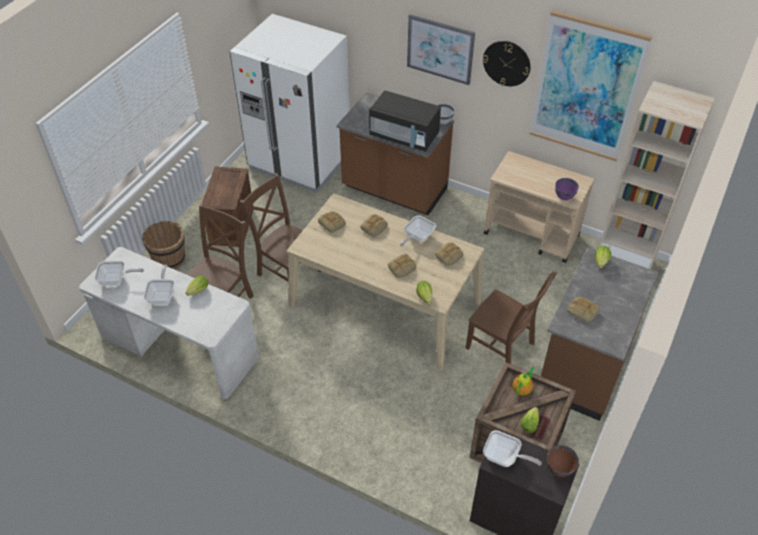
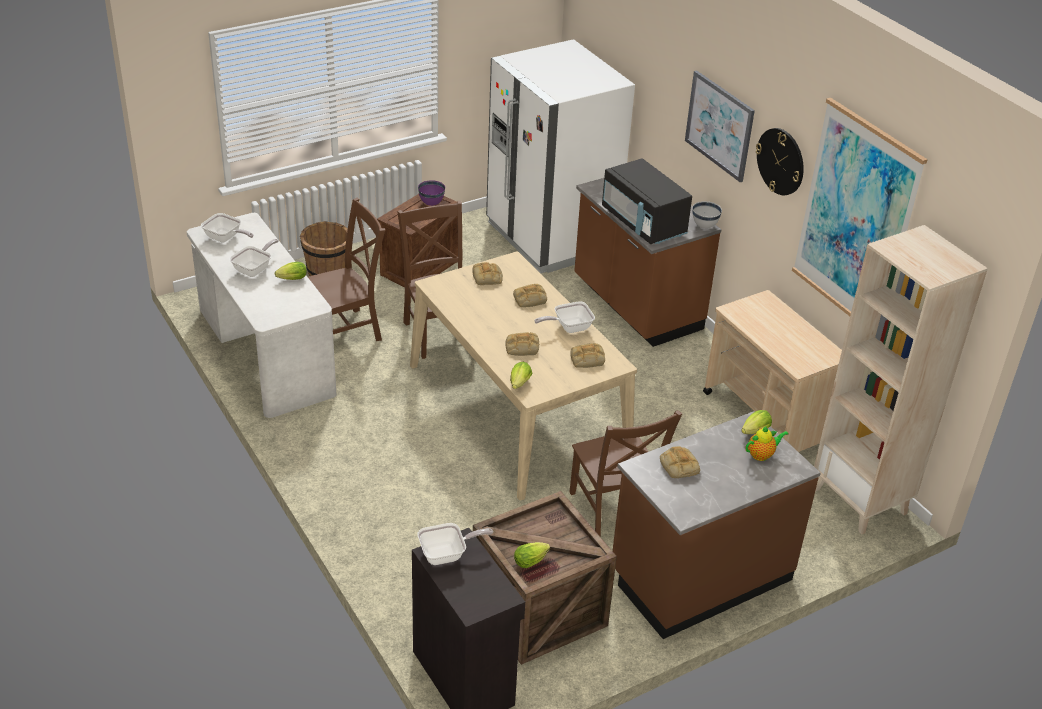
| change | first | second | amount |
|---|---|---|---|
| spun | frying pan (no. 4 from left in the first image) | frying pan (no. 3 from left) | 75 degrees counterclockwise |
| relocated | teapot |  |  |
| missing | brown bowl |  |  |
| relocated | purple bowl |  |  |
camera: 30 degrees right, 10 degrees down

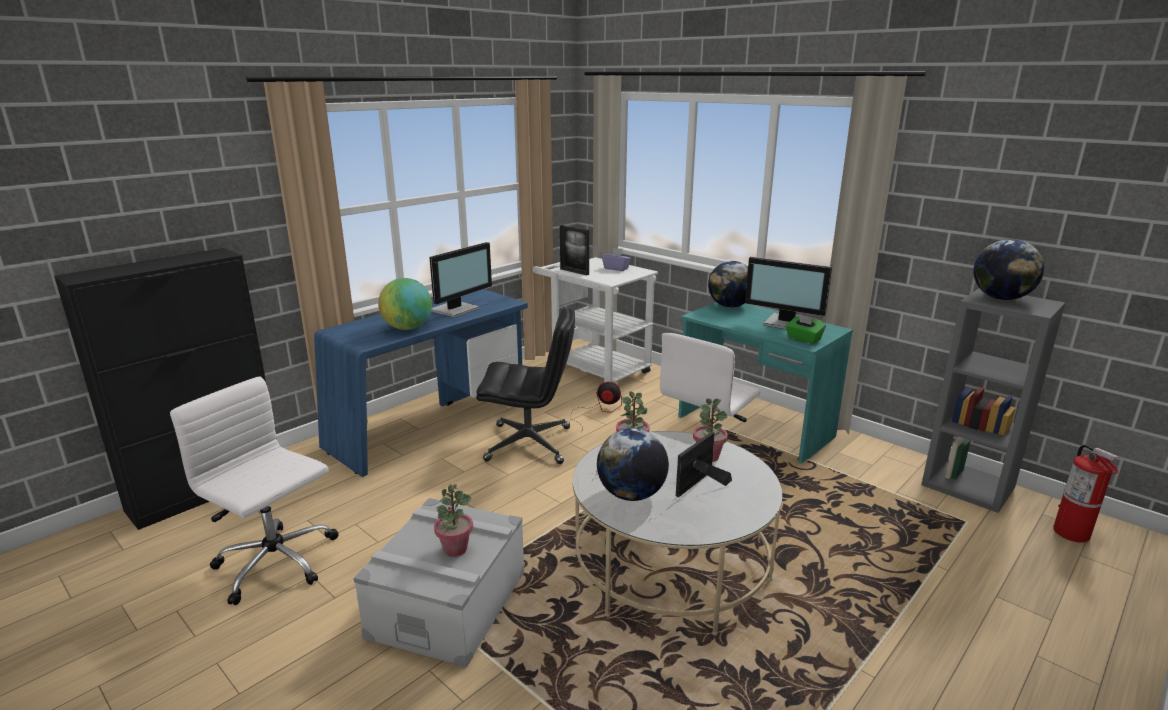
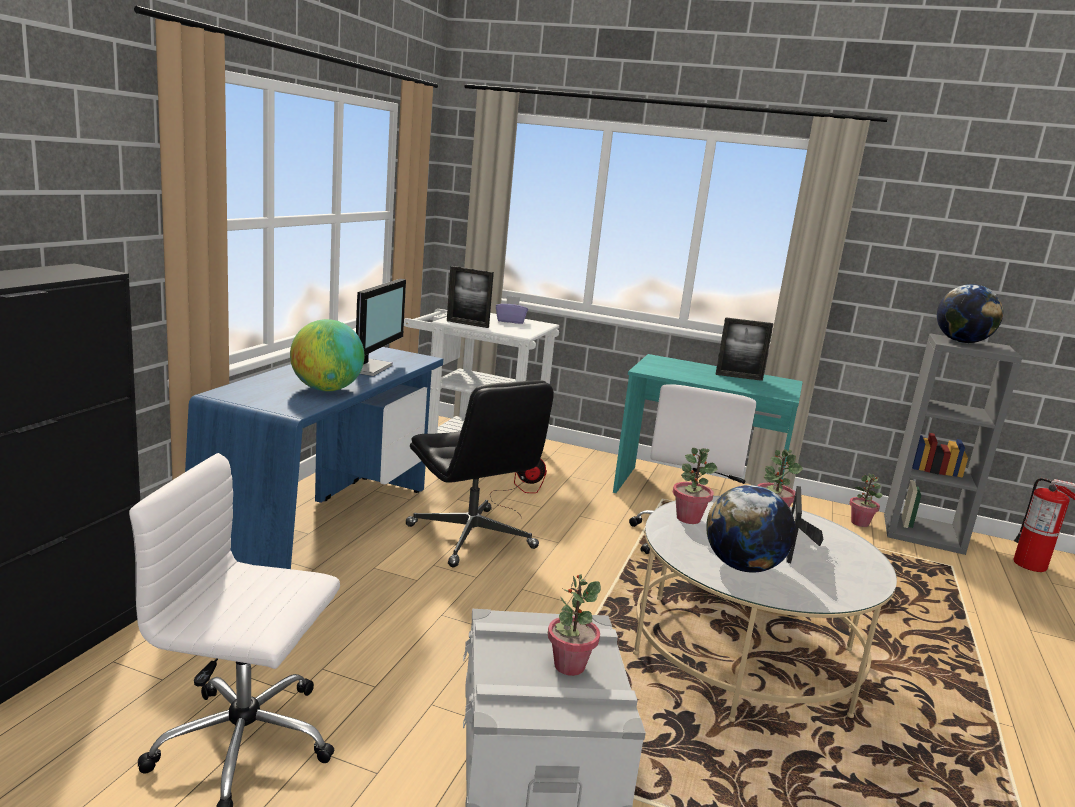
| change | first | second | amount |
|---|---|---|---|
| spun | black office chair |  | 75 degrees clockwise |
| missing | globe (no. 3 from left) |  |  |
| exchanged | monitor (no. 2 from left) | picture frame (no. 2 from left) |  |
| missing | green tissue box |  |  |
| appeared |  | potted plant (no. 4 from left) |  |
camera: 25 degrees left, 5 degrees down

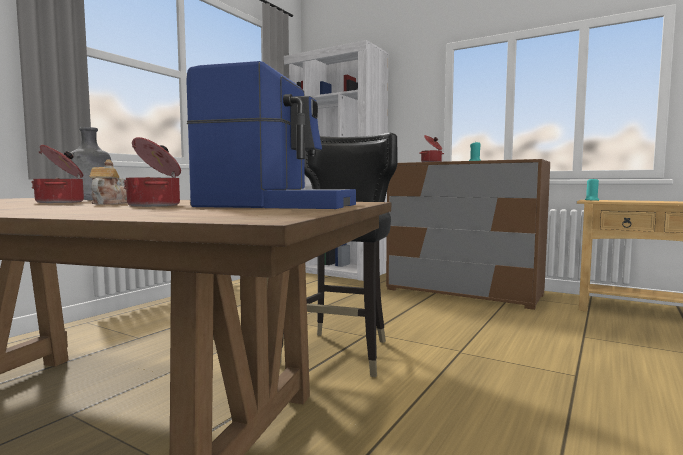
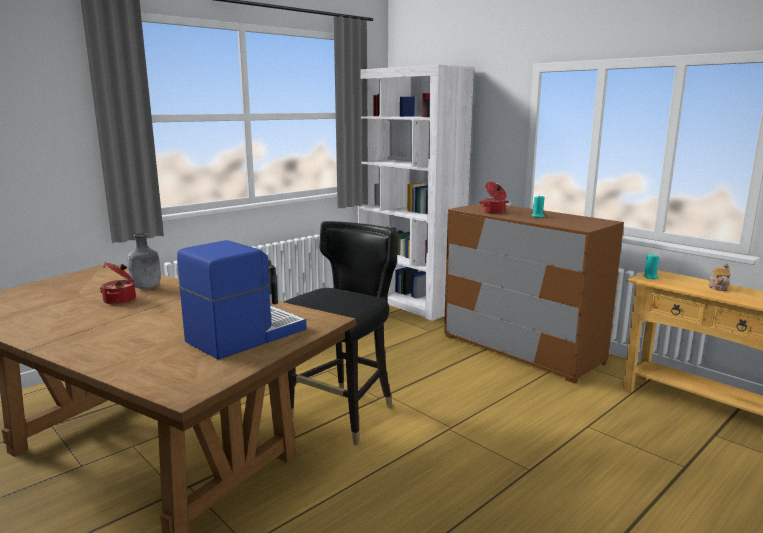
| change | first | second | amount |
|---|---|---|---|
| relocated | teapot |  |  |
| missing | cooking pot (no. 2 from left) |  |  |
| spun | coffee machine |  | 75 degrees counterclockwise |
camera: 15 degrees right, 10 degrees up

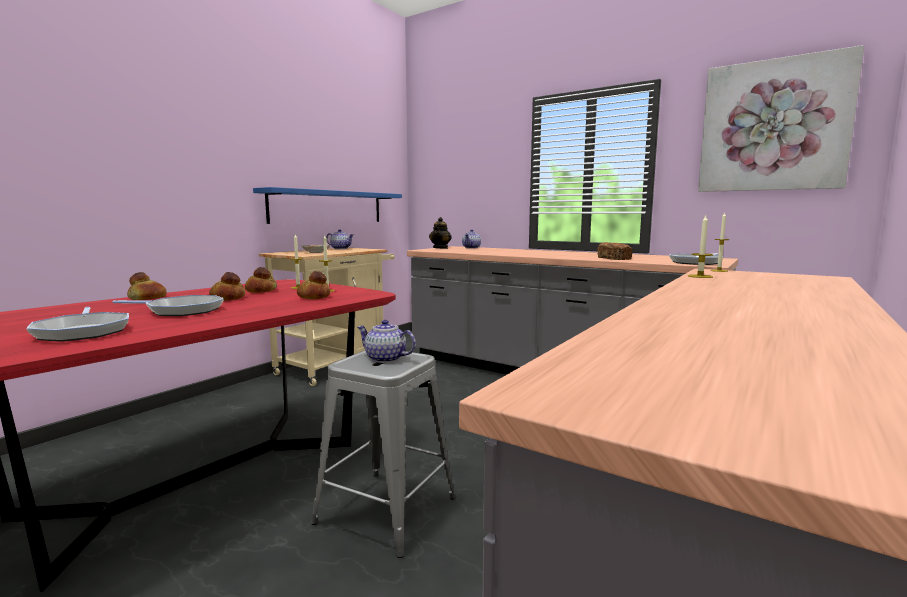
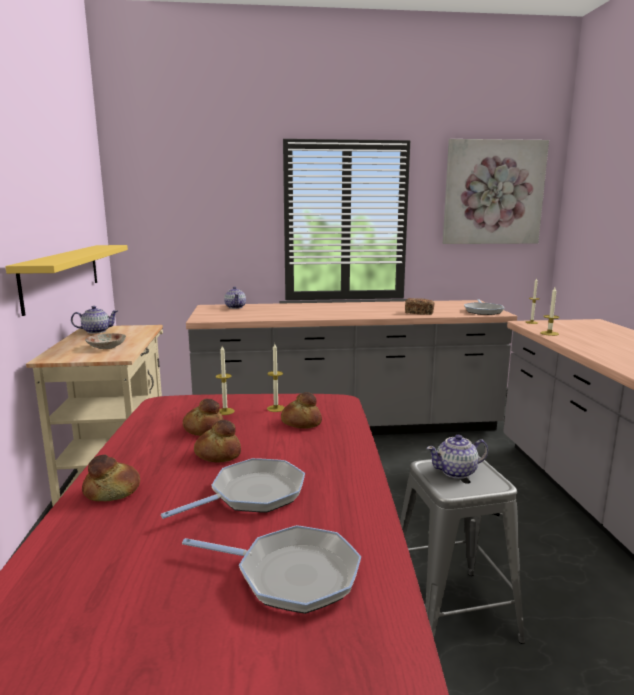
| change | first | second | amount |
|---|---|---|---|
| colour | blue shelf | yellow shelf |  |
| missing | teapot (no. 3 from left) |  |  |
camera: 40 degrees left, 5 degrees up

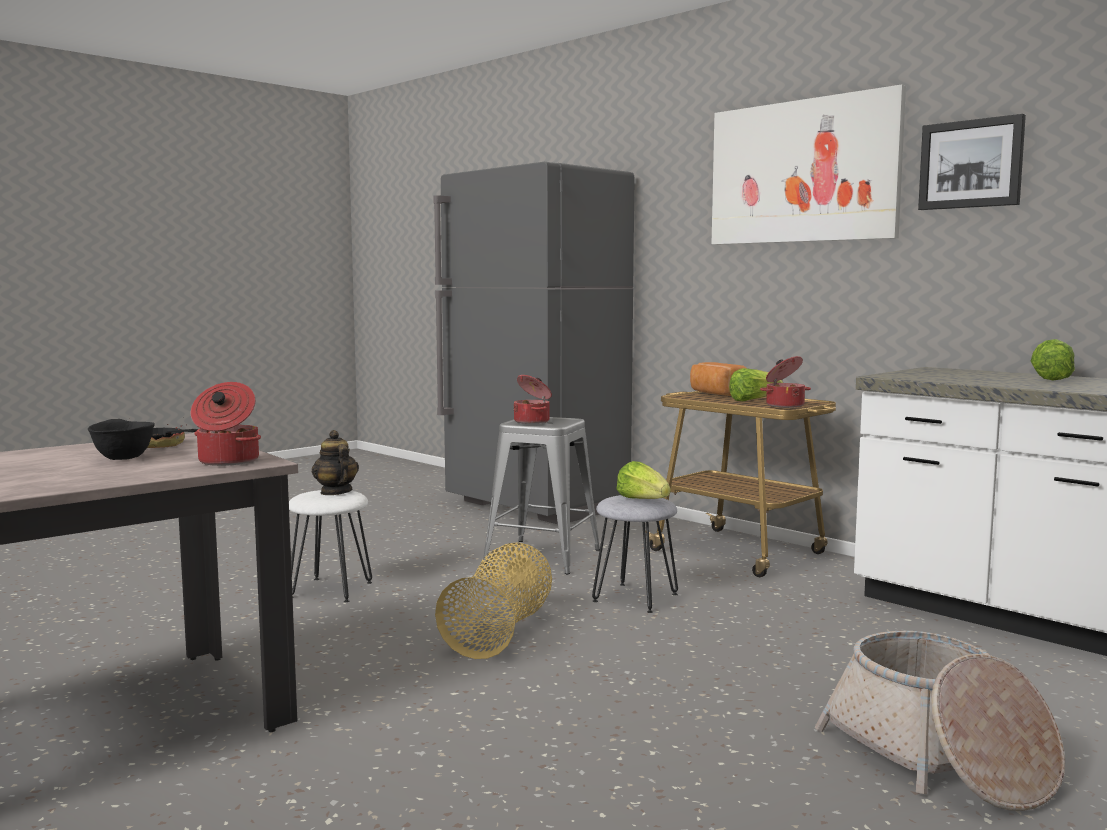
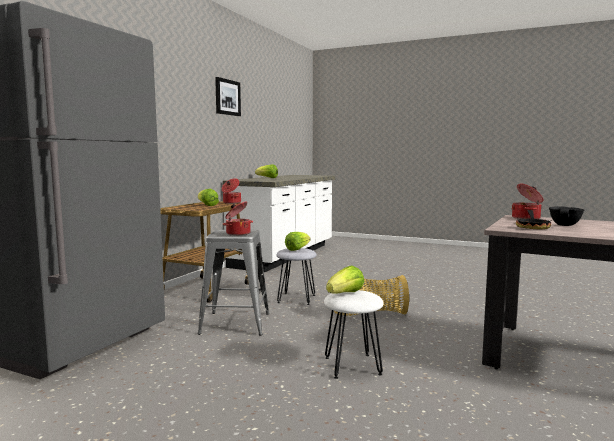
| change | first | second | amount |
|---|---|---|---|
| exchanged | teapot | lettuce (no. 4 from left) |  |
| missing | bread |  |  |
| missing | picture (no. 1 from left) |  |  |
| missing | basket (no. 2 from left) |  |  |
camera: 110 degrees left, 0 degrees up

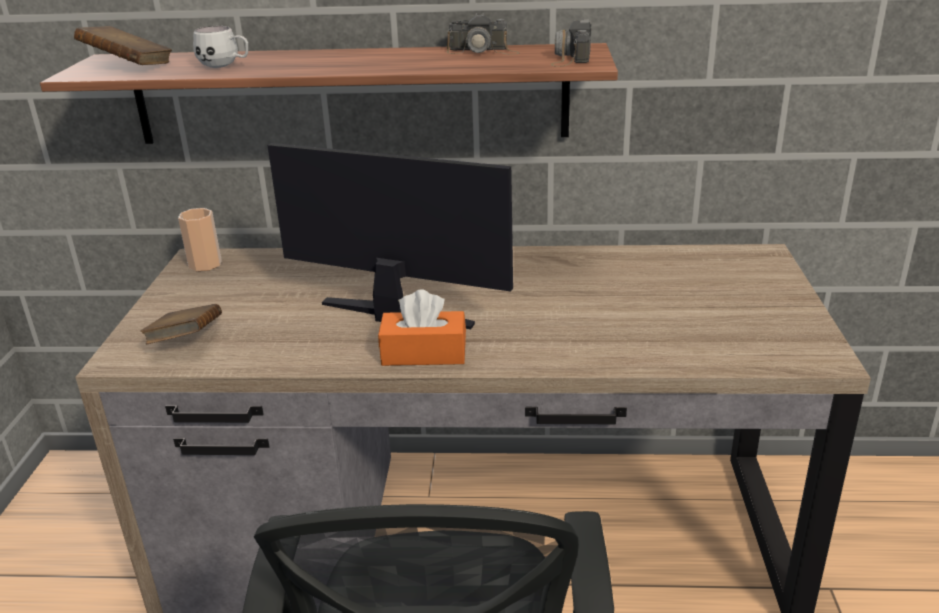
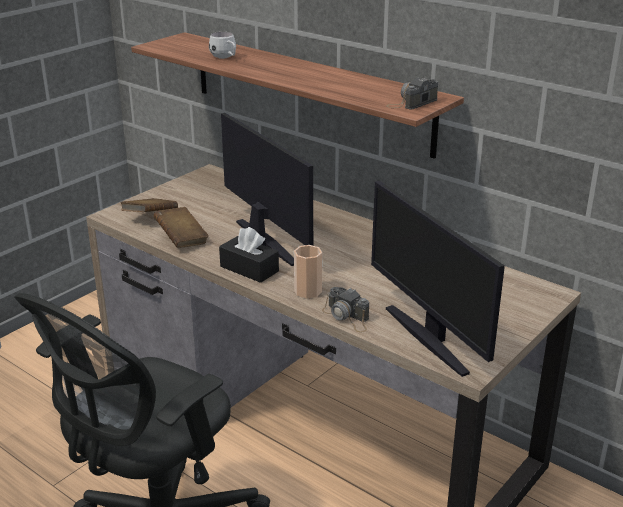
| change | first | second | amount |
|---|---|---|---|
| relocated | brown book (no. 1 from left in the first image) | brown book (no. 2 from left) |  |
| relocated | cup |  |  |
| colour | orange tissue box | black tissue box |  |
| relocated | photo camera (no. 1 from left) |  |  |
| appeared |  | monitor (no. 2 from left) |  |
camera: 35 degrees right, 0 degrees up

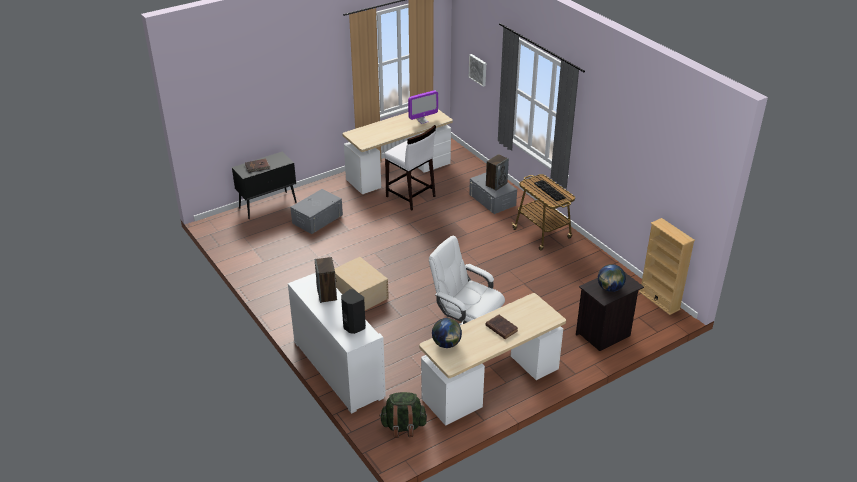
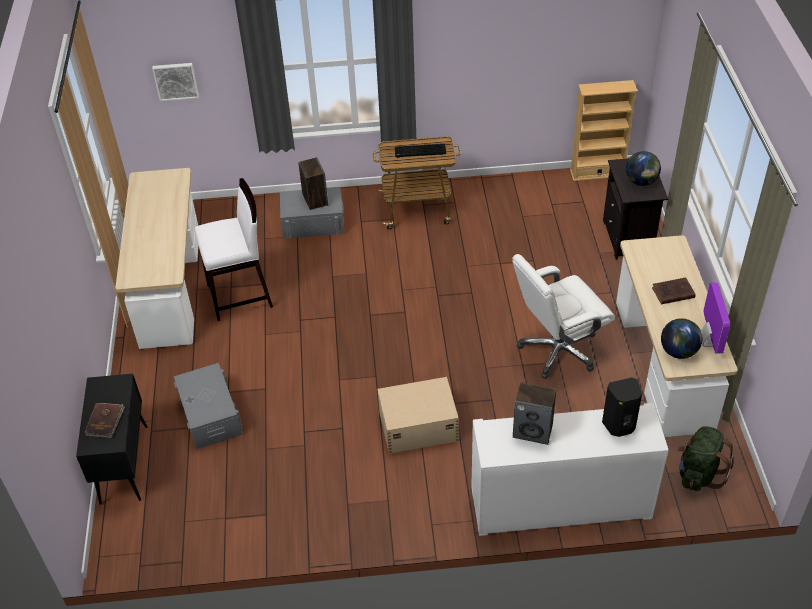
| change | first | second | amount |
|---|---|---|---|
| relocated | monitor |  |  |
camera: 60 degrees left, 10 degrees up

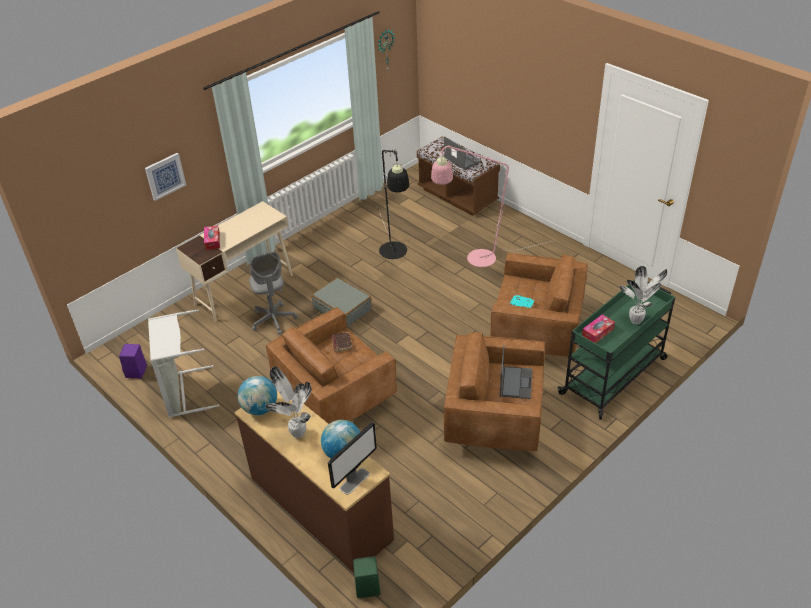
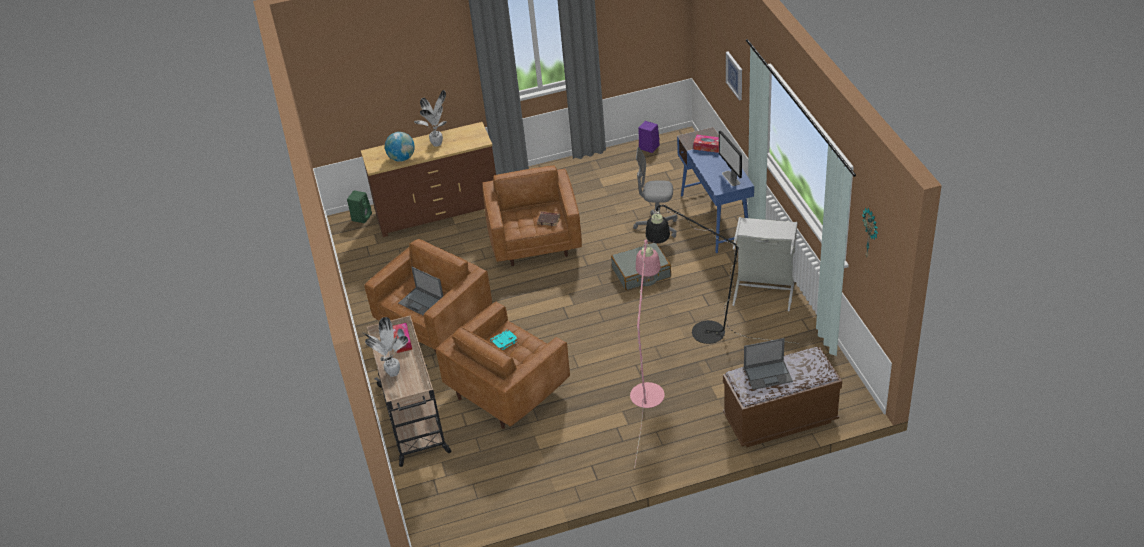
| change | first | second | amount |
|---|---|---|---|
| relocated | grey laundry basket |  |  |
| colour | beige desk | blue desk |  |
| missing | globe (no. 1 from left) |  |  |
| relocated | monitor |  |  |
| colour | green cart | beige cart |  |
camera: 120 degrees right, 0 degrees up

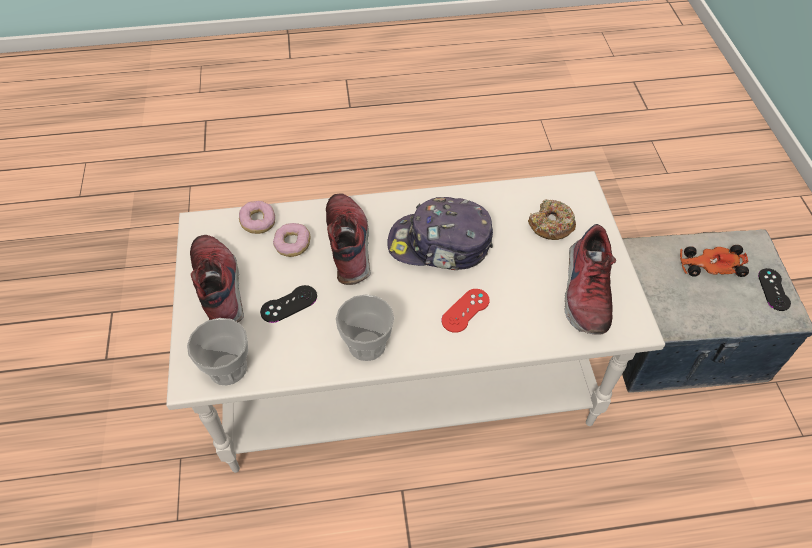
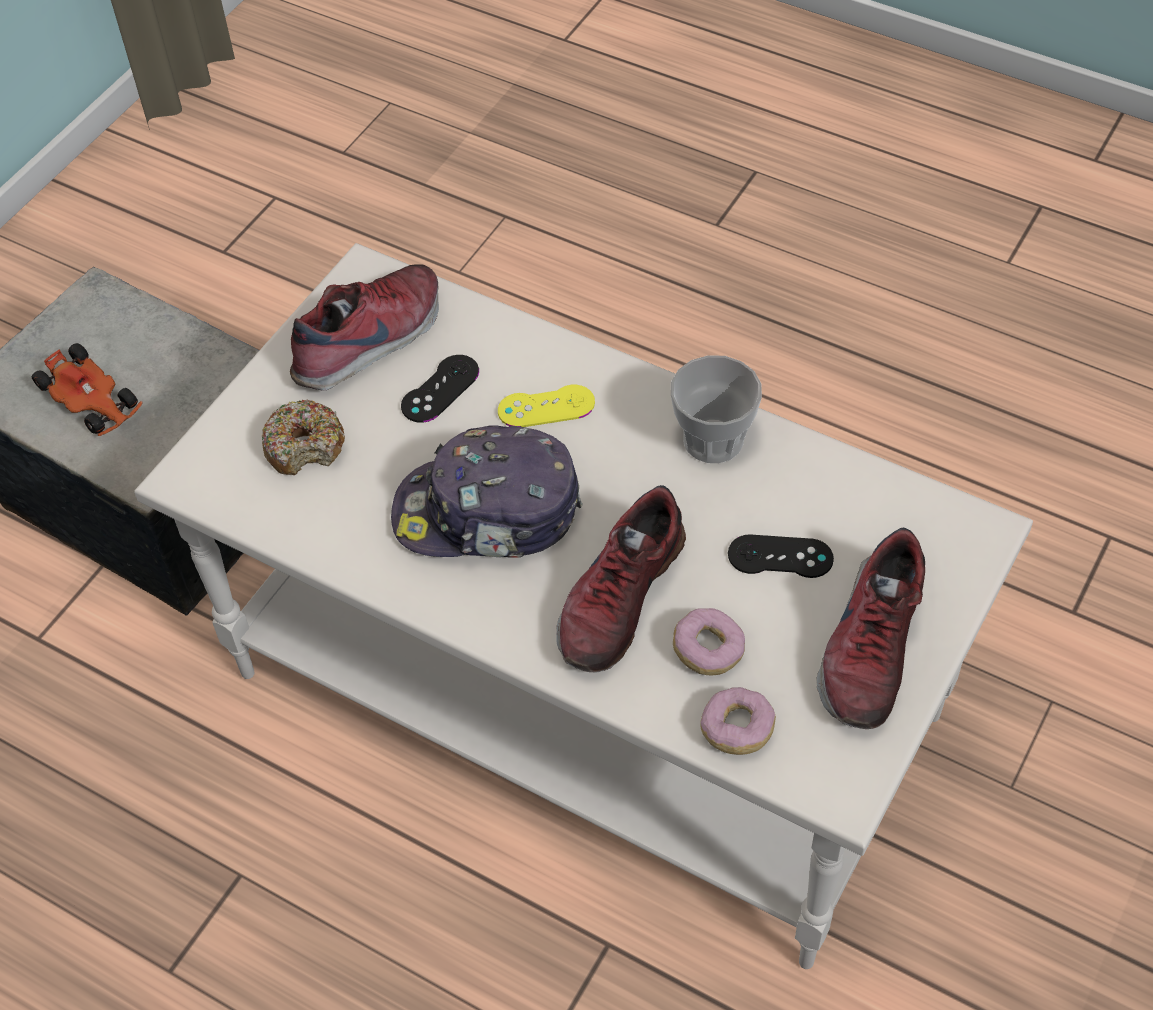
| change | first | second | amount |
|---|---|---|---|
| missing | cup (no. 1 from left) |  |  |
| spun | cap |  | 135 degrees clockwise |
| colour | red game controller | yellow game controller |  |
| relocated | black game controller (no. 2 from left in the first image) | black game controller (no. 1 from left) |  |
camera: 140 degrees left, 0 degrees up

